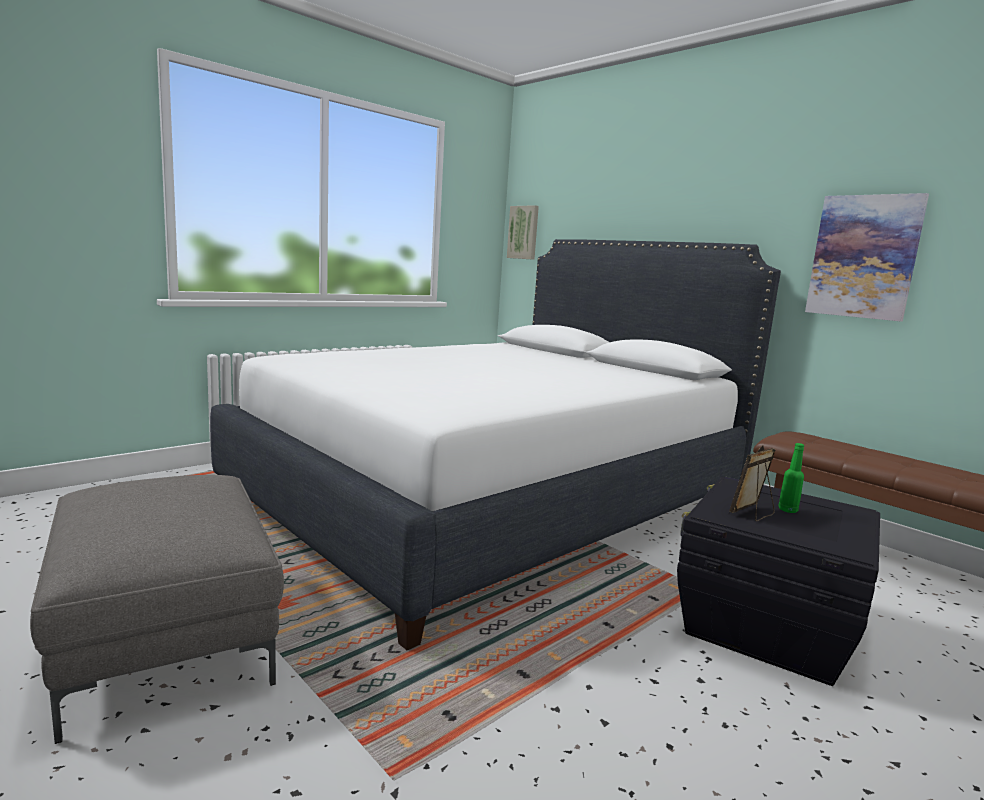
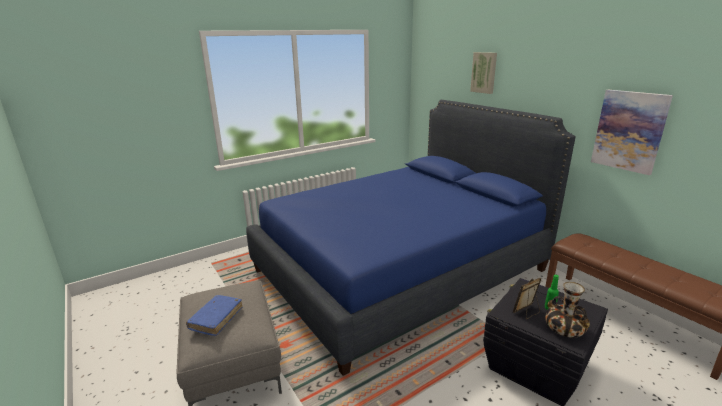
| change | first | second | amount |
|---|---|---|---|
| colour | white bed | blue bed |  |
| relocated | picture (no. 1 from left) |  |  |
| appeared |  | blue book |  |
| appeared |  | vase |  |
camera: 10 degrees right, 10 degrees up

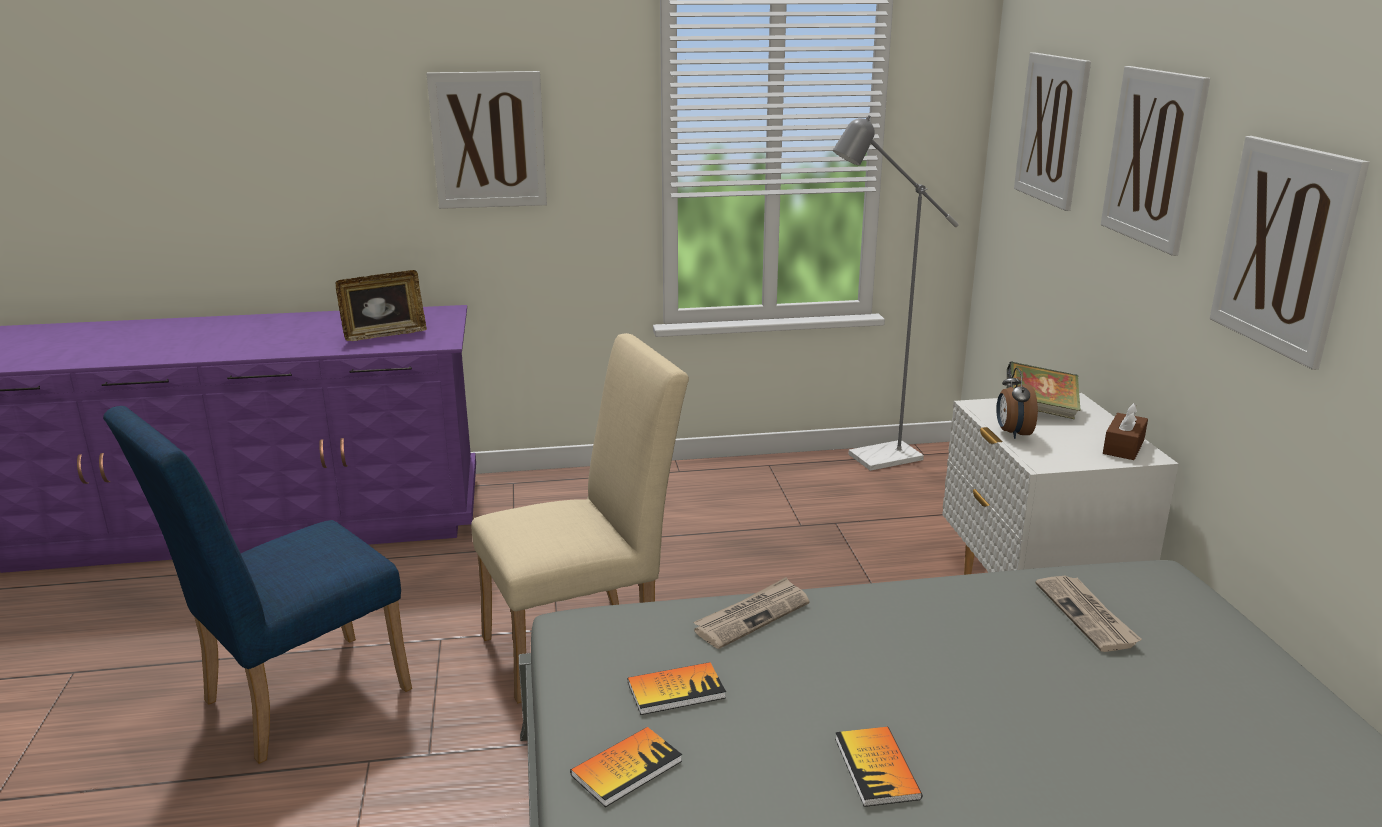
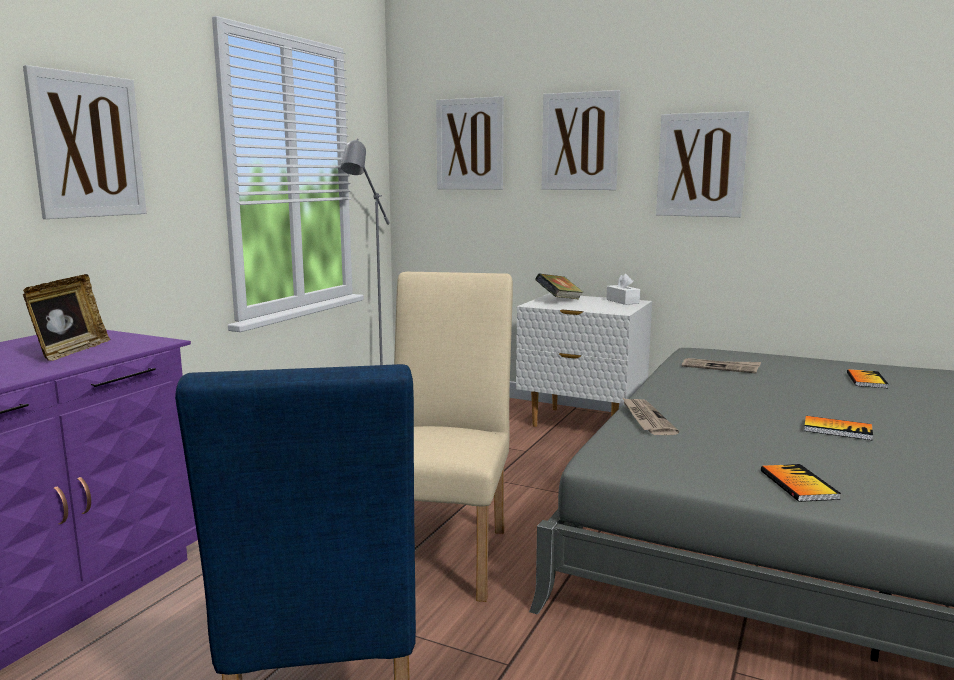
| change | first | second | amount |
|---|---|---|---|
| relocated | book (no. 2 from left in the first image) | book (no. 4 from left) |  |
| missing | alarm clock |  |  |
| colour | brown tissue box | white tissue box |  |
camera: 55 degrees left, 10 degrees down

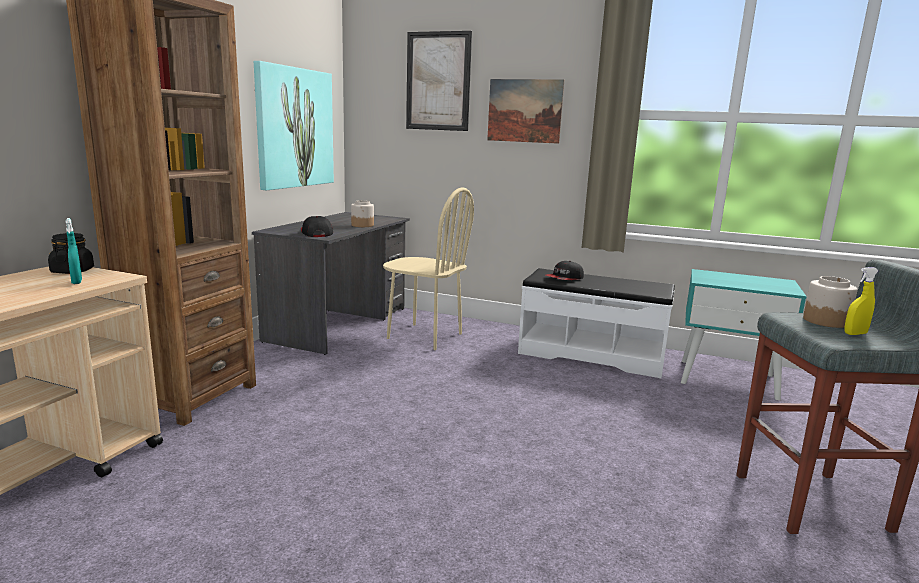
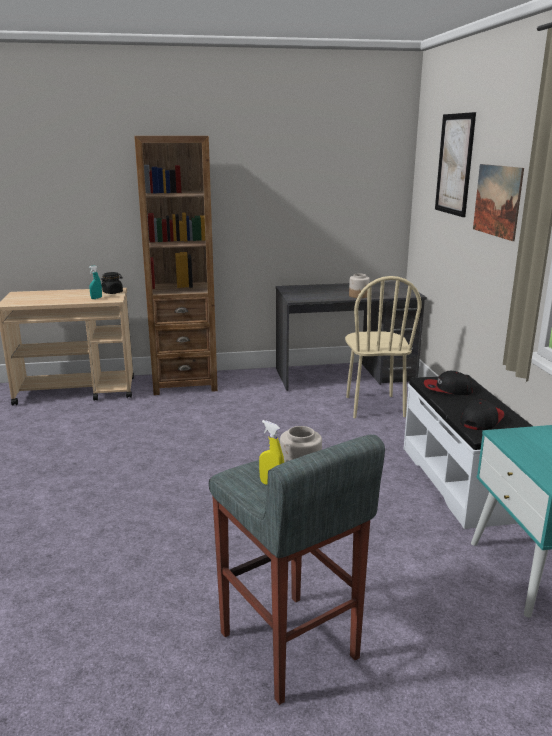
| change | first | second | amount |
|---|---|---|---|
| missing | picture (no. 1 from left) |  |  |
| relocated | cap (no. 1 from left in the first image) | cap (no. 2 from left) |  |
camera: 60 degrees right, 5 degrees up

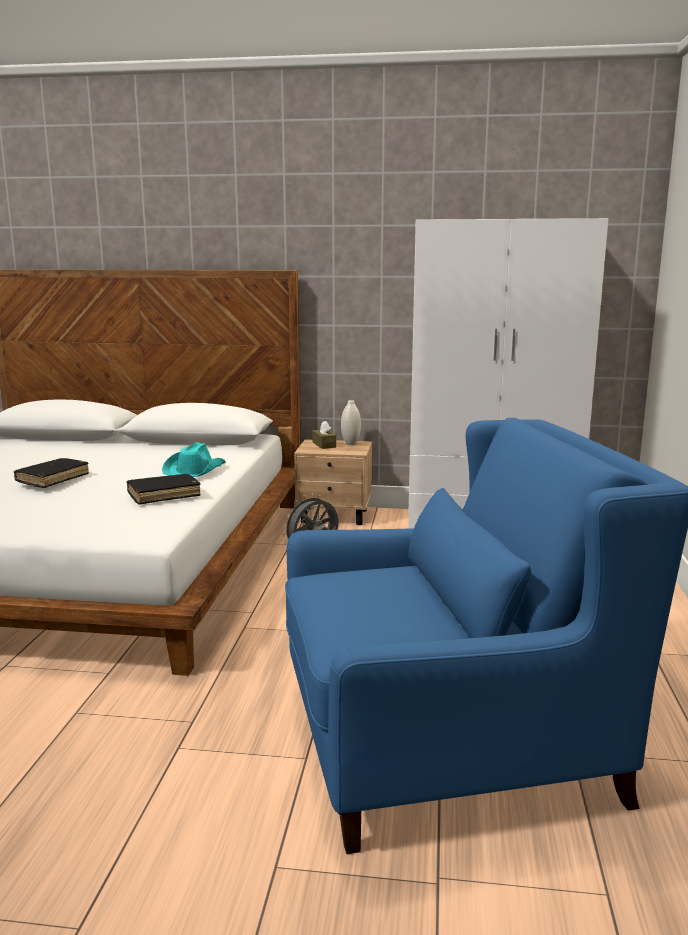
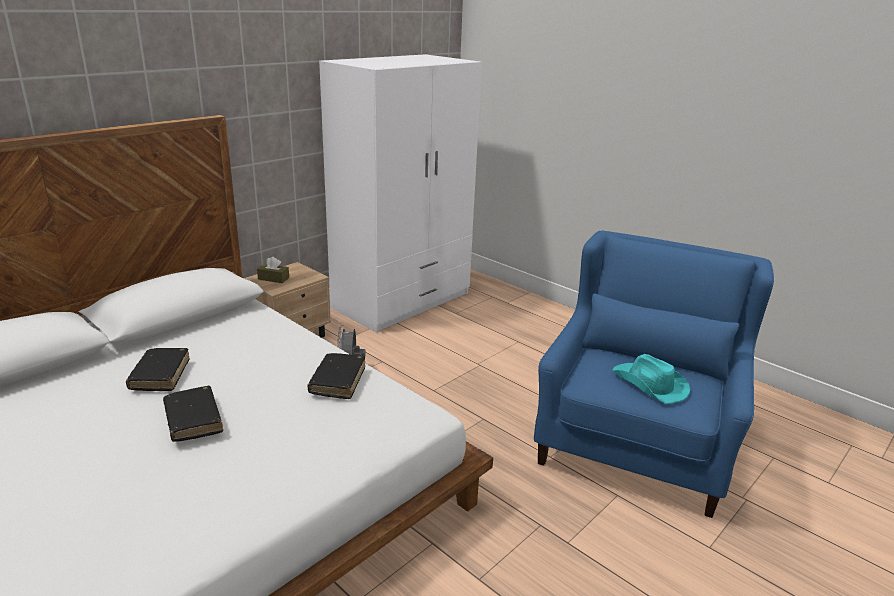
| change | first | second | amount |
|---|---|---|---|
| relocated | turquoise hat |  |  |
| missing | white vase |  |  |
| appeared |  | black book (no. 1 from left) |  |
camera: 55 degrees left, 10 degrees up

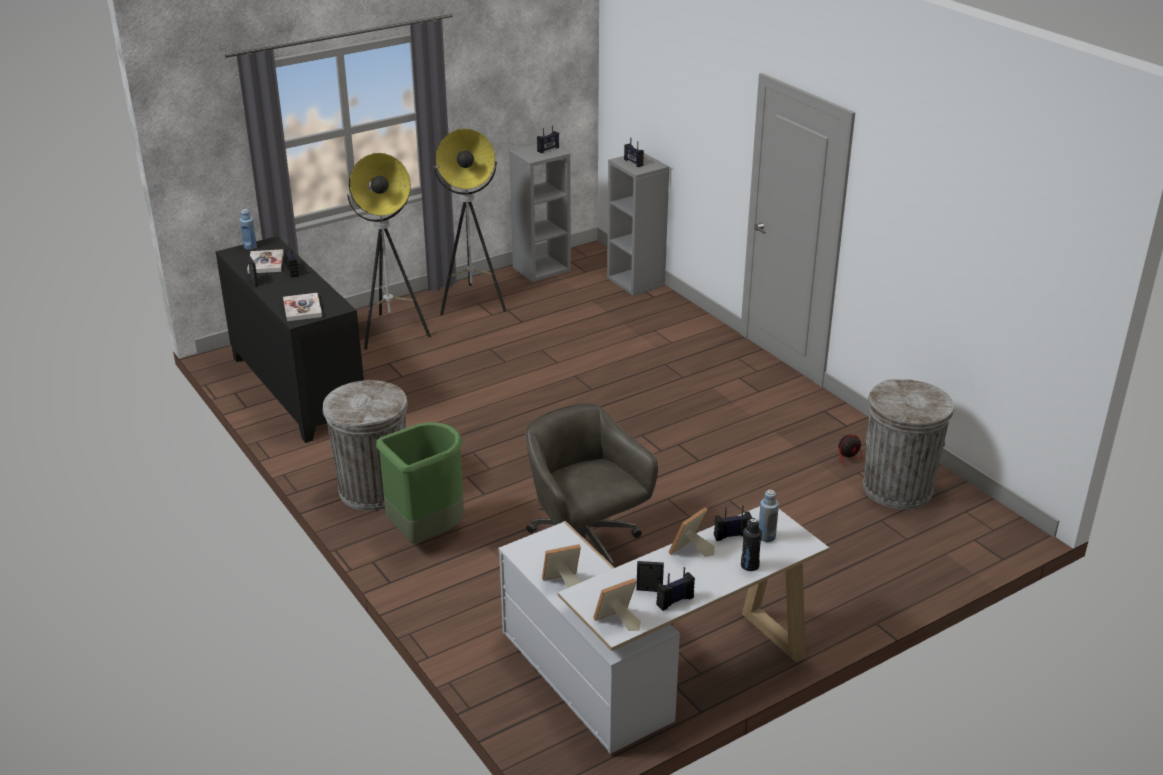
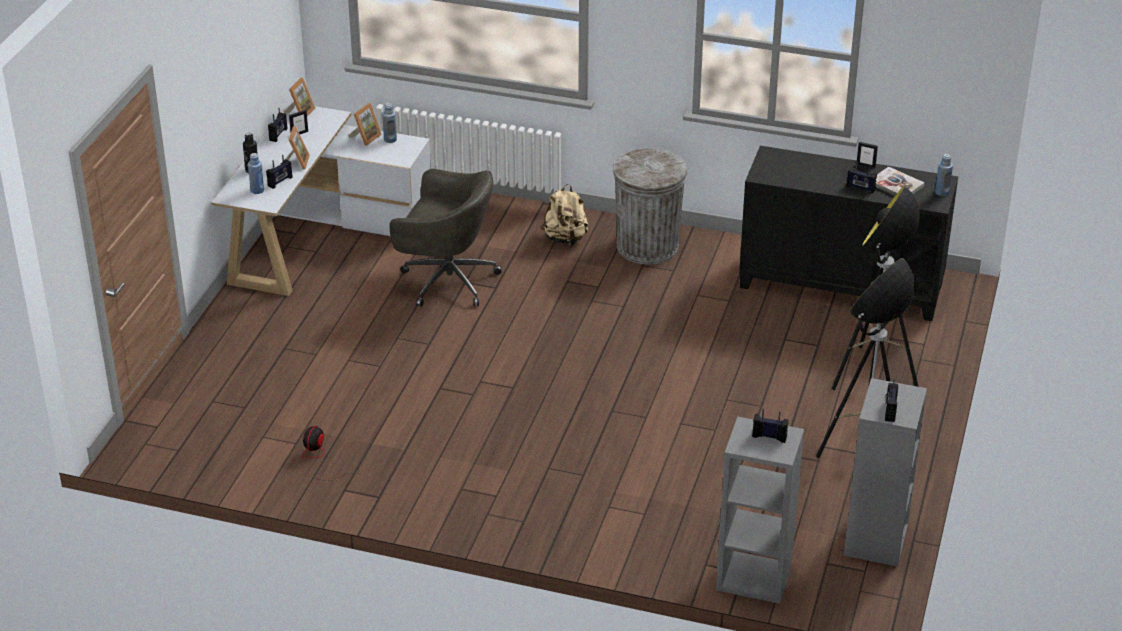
| change | first | second | amount |
|---|---|---|---|
| missing | book (no. 2 from left) |  |  |
| exchanged | green trash can | beige backpack |  |
| missing | grey trash can (no. 2 from left) |  |  |
| appeared |  | blue bottle (no. 2 from left) |  |
camera: 140 degrees right, 5 degrees up

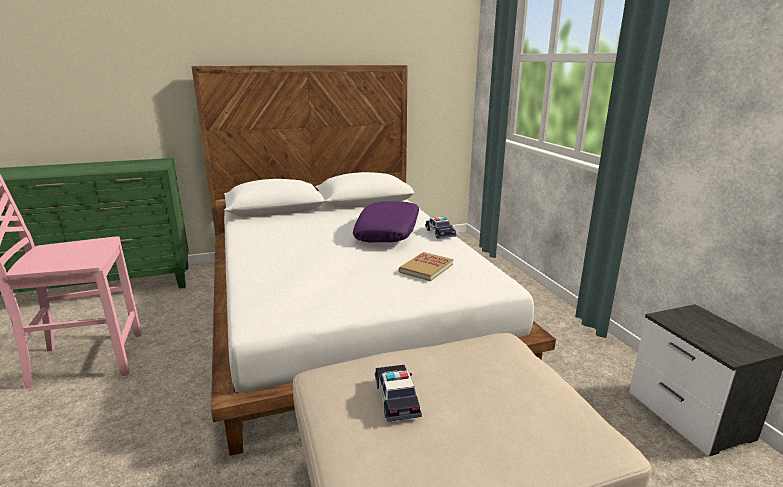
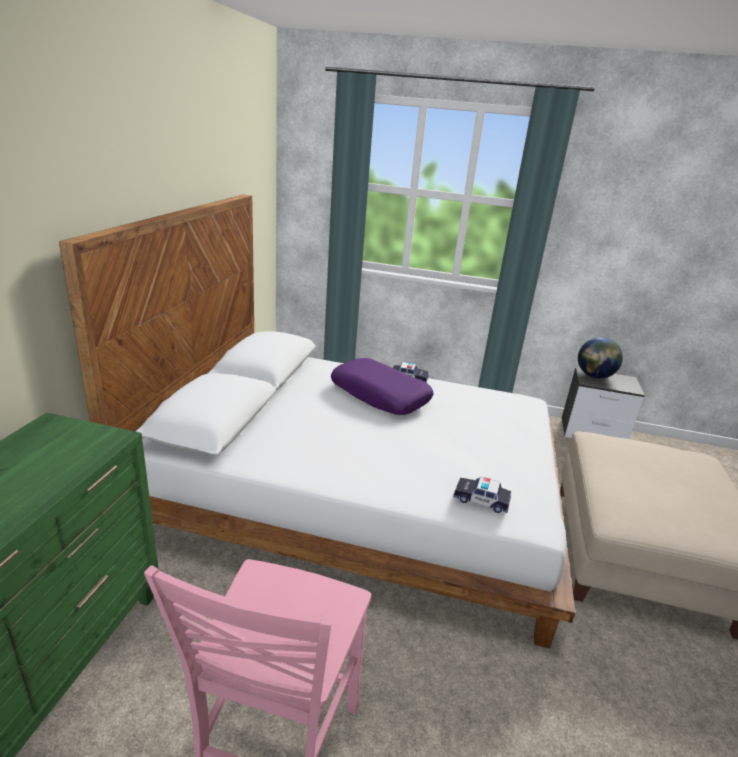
| change | first | second | amount |
|---|---|---|---|
| relocated | toy car (no. 1 from left in the first image) | toy car (no. 2 from left) |  |
| missing | book |  |  |
| appeared |  | globe |  |
camera: 60 degrees left, 5 degrees up

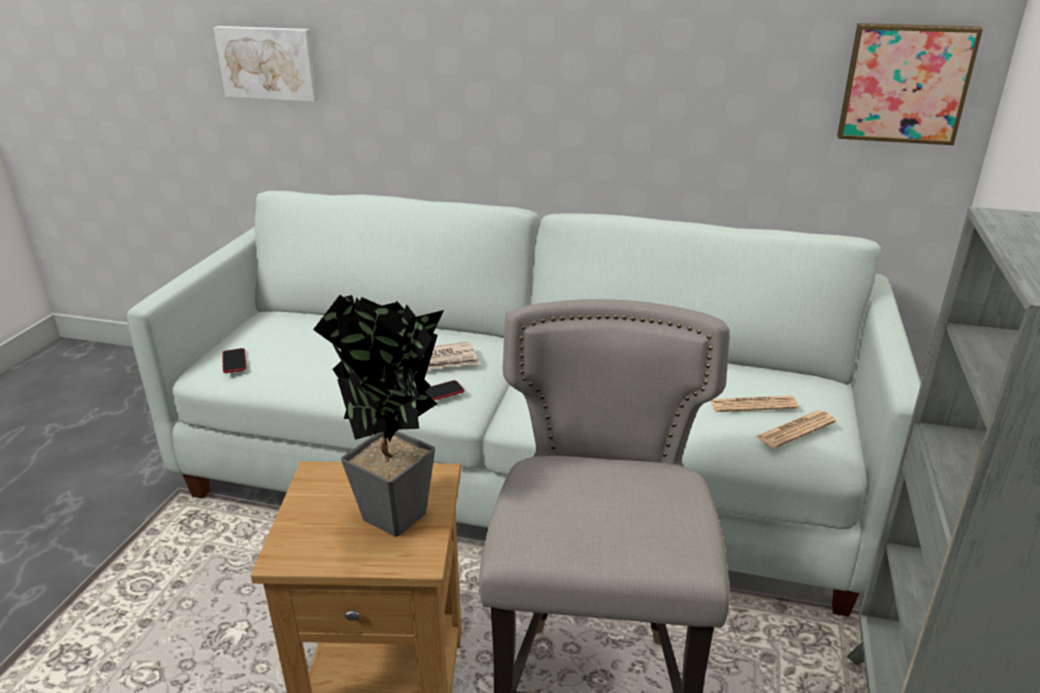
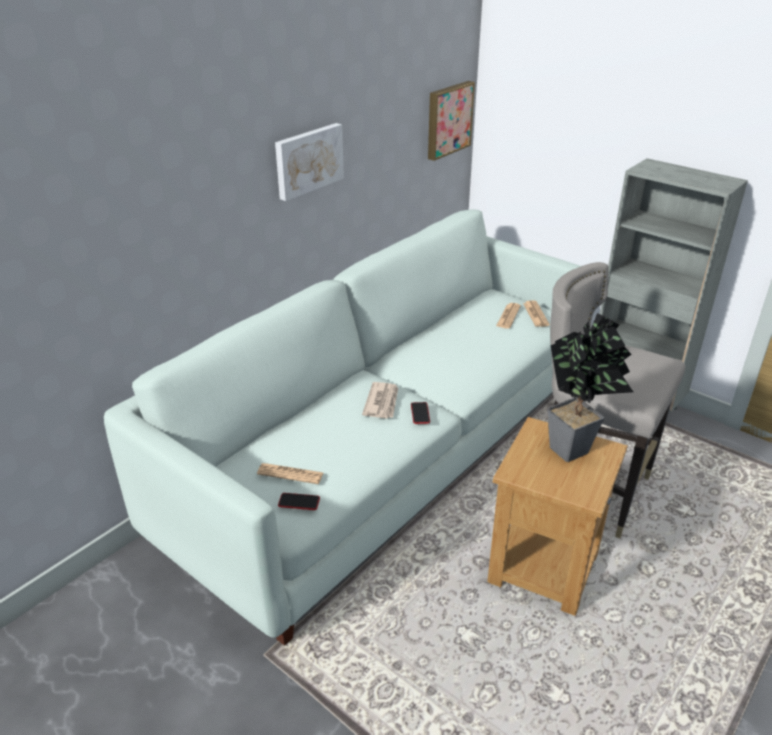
| change | first | second | amount |
|---|---|---|---|
| relocated | picture (no. 1 from left) |  |  |
| appeared |  | newspaper (no. 1 from left) |  |
camera: 65 degrees left, 5 degrees up

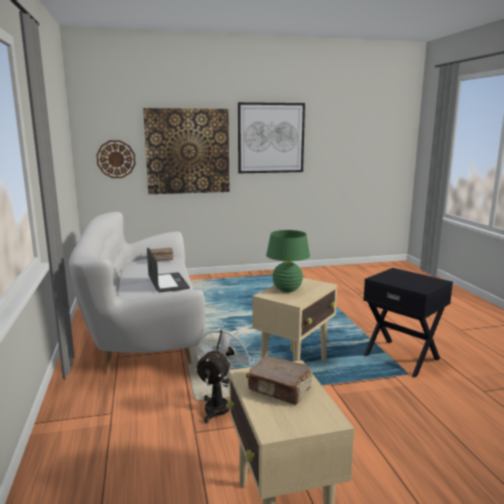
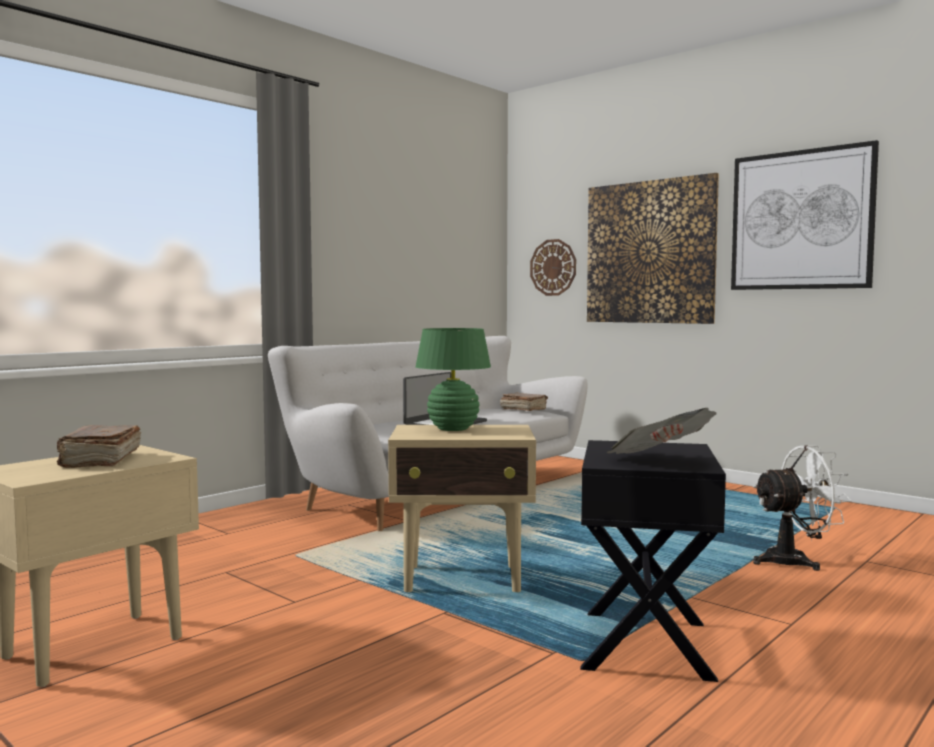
| change | first | second | amount |
|---|---|---|---|
| relocated | white fan |  |  |
| appeared |  | newspaper |  |
camera: 55 degrees right, 10 degrees down

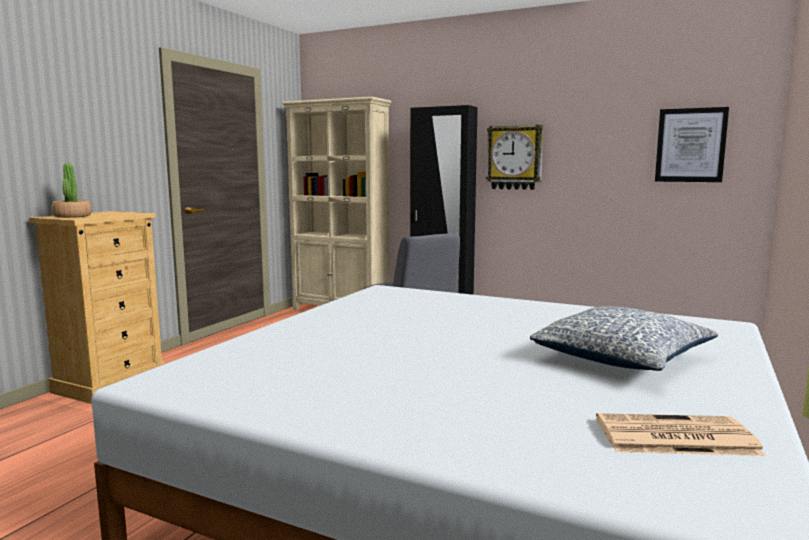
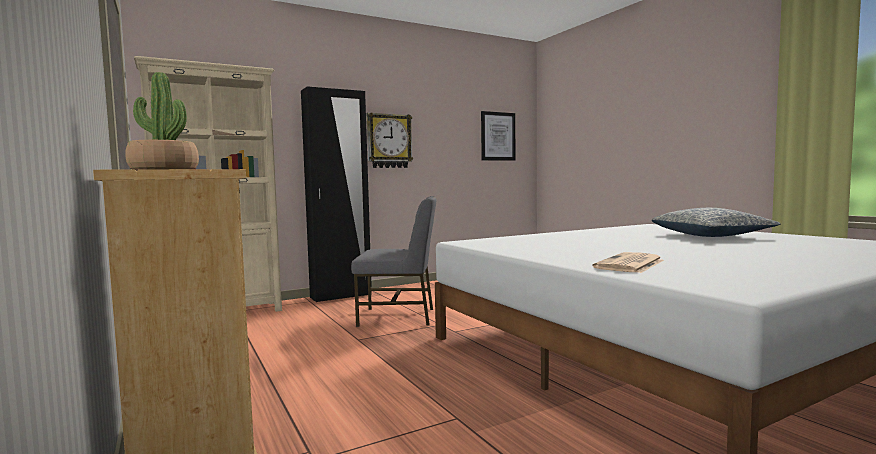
| change | first | second | amount |
|---|---|---|---|
| relocated | newspaper |  |  |
camera: 55 degrees left, 5 degrees down

